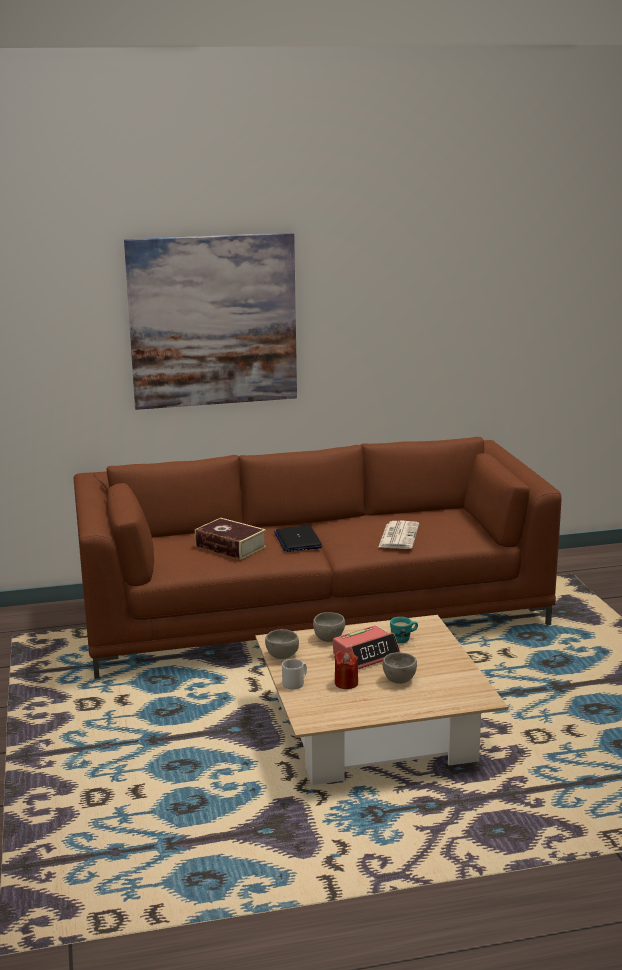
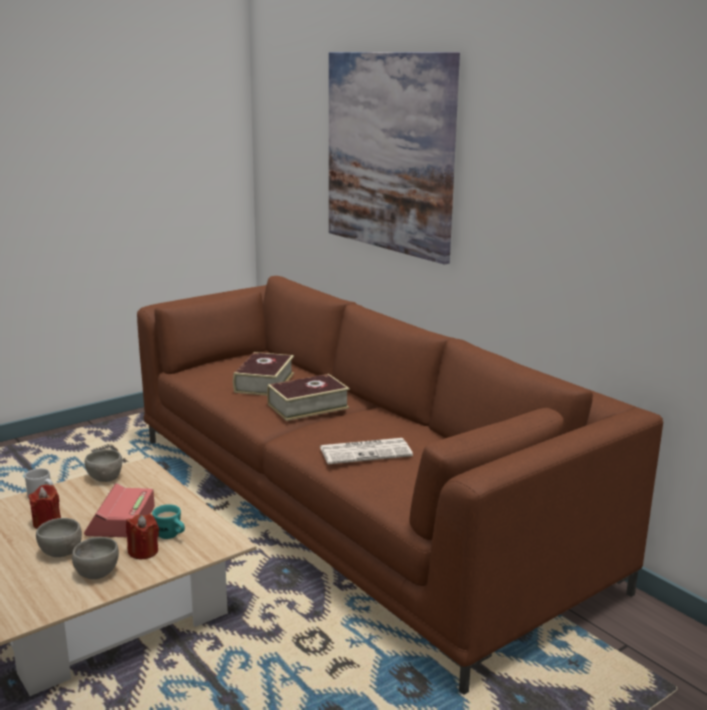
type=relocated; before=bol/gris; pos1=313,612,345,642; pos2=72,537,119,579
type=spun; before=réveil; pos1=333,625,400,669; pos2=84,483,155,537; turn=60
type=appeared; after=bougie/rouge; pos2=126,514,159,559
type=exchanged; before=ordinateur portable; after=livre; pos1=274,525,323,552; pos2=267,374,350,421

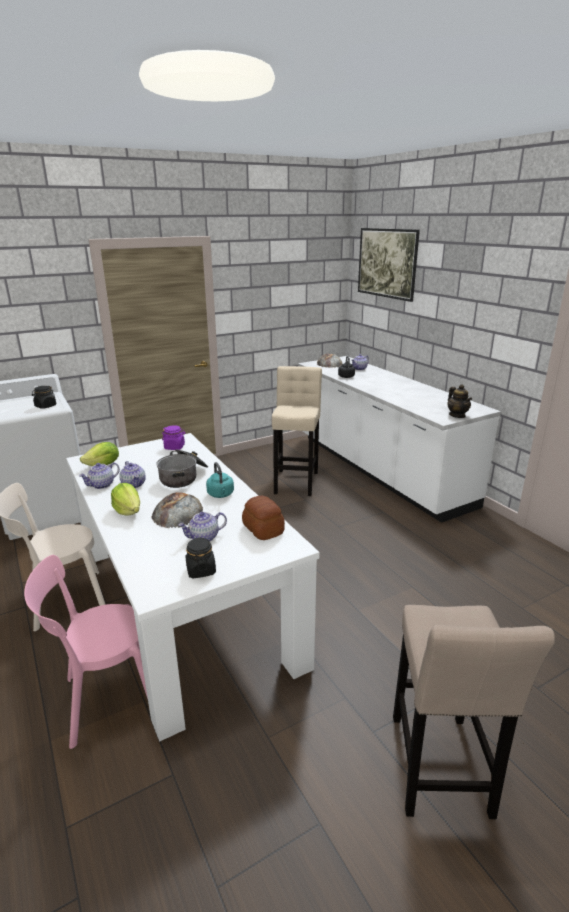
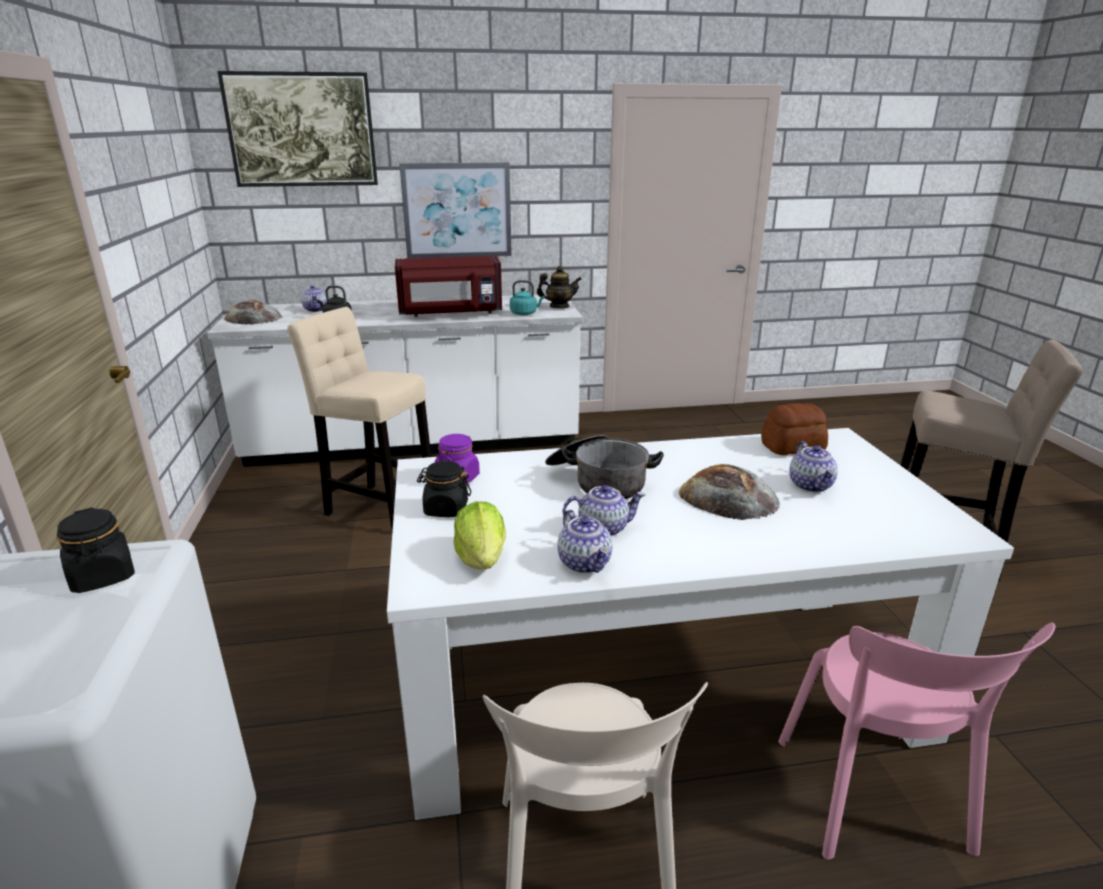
type=appeared; after=micro-ondes/rouge; pos2=395,256,502,317
type=appeared; after=tableau; pos2=399,162,512,259
type=relocated; before=bocal/noir; pos1=185,538,216,578; pos2=417,461,471,517
type=relocated; before=bouilloire/turquoise; pos1=206,462,234,498; pos2=510,280,545,315
type=missing; before=laitue; pos1=111,483,140,515

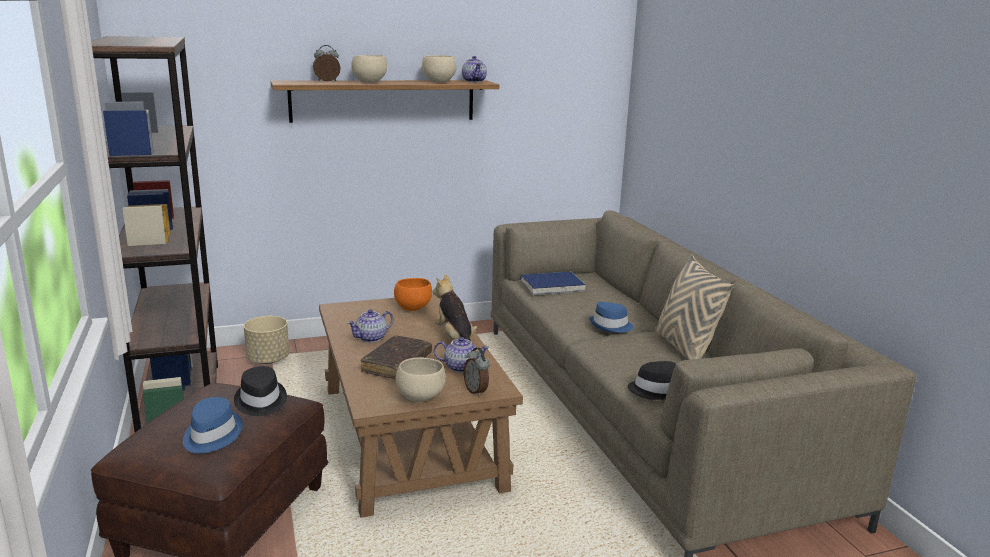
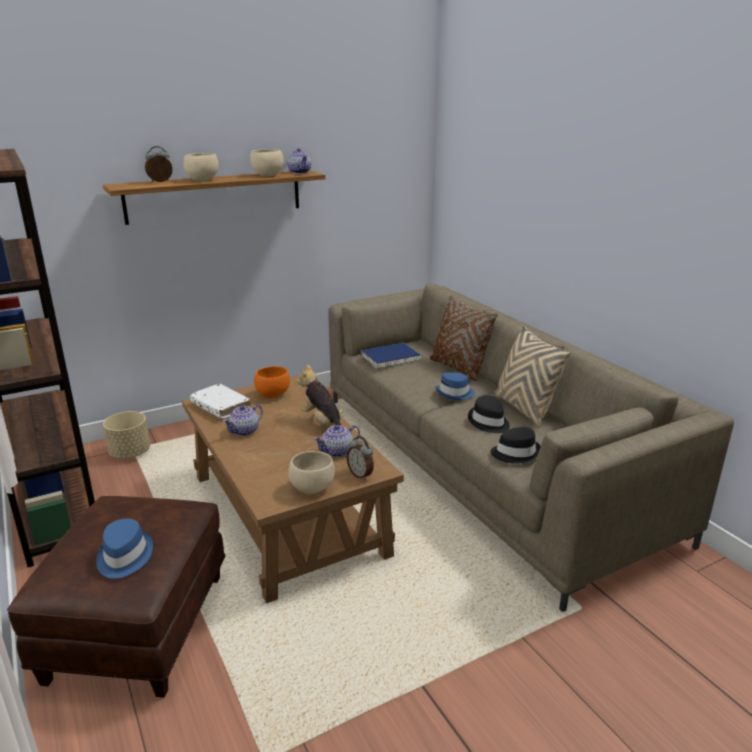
type=appeared; after=livre/blanc; pos2=190,384,251,419
type=spun; before=théière; pos1=434,337,489,373; pos2=313,425,360,457; turn=150
type=appeared; after=coussin/marron; pos2=430,295,498,381
type=relocated; before=chapeau/noir; pos1=234,366,287,416; pos2=468,395,510,433
type=missing; before=livre/marron; pos1=360,335,432,379

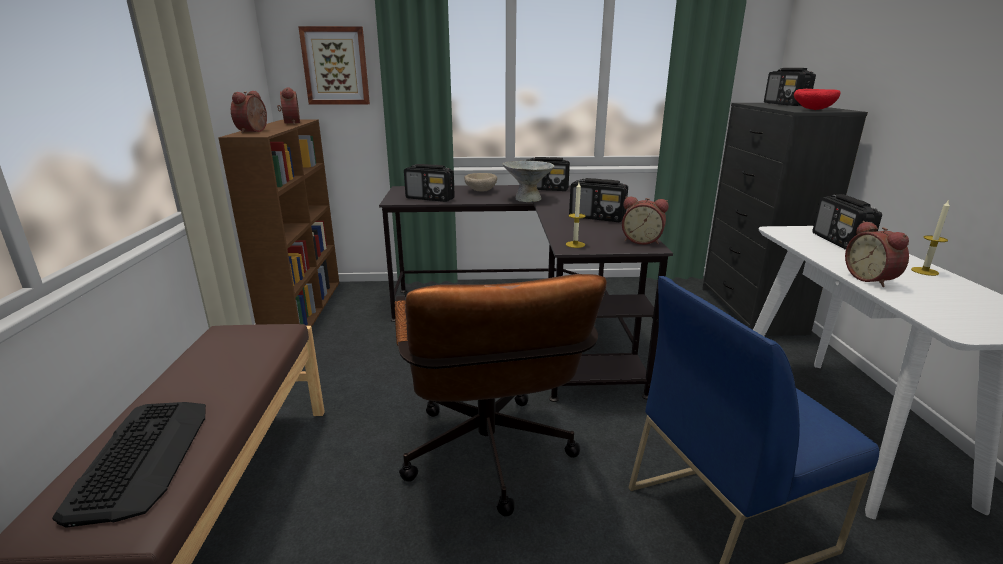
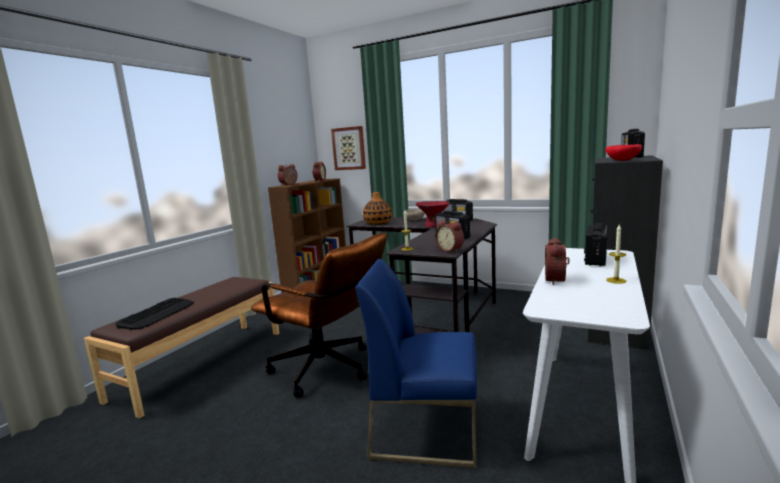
type=spun; before=chaise de bureau/marron; pos1=395,274,607,516; pos2=251,233,387,397; turn=-75
type=exchanged; before=radio; after=vase; pos1=404,164,455,202; pos2=363,192,392,225
type=colour; before=bol/gris; after=bol/rouge; pos1=503,161,554,202; pos2=415,201,450,227

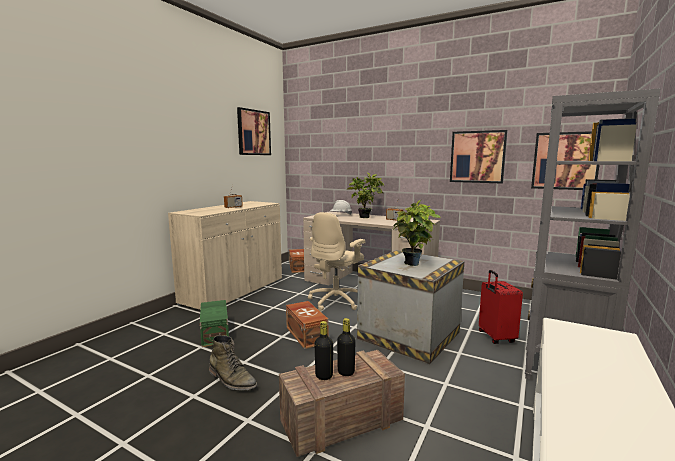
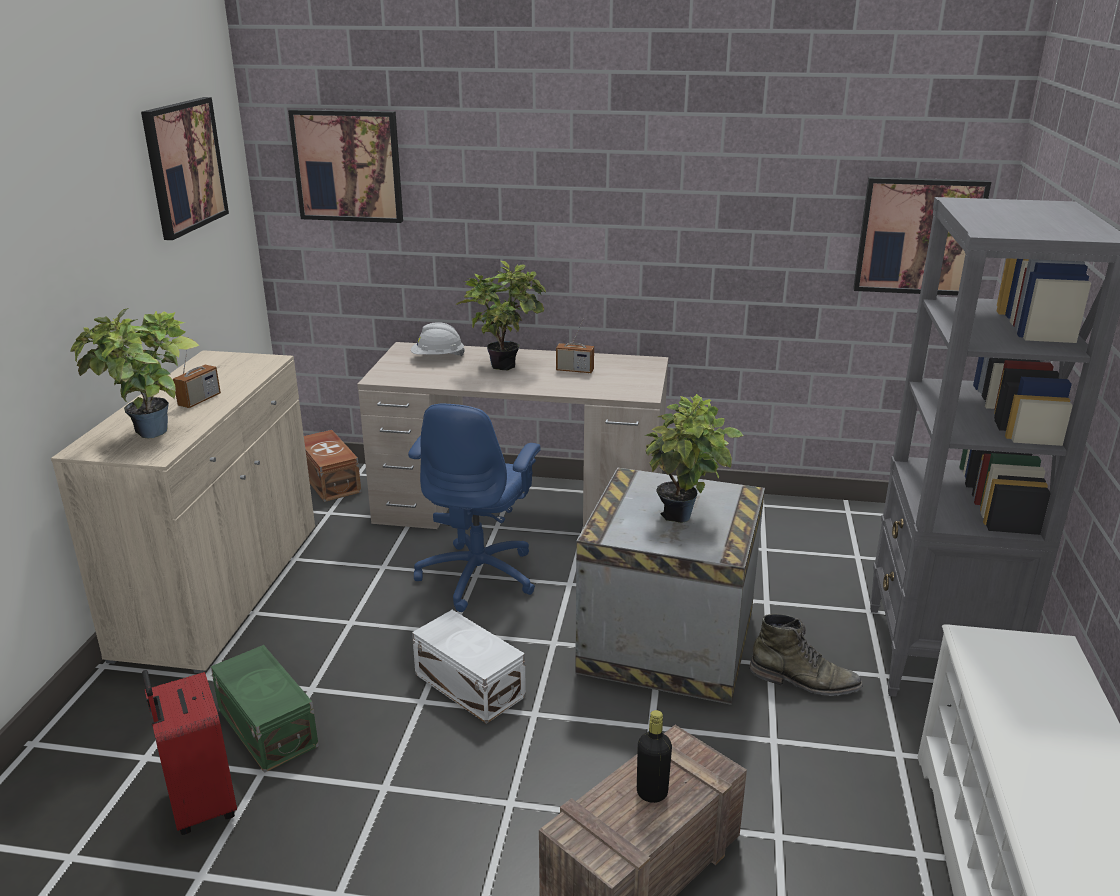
type=appeared; after=plante en pot; pos2=70,308,199,438
type=relocated; before=valise/rouge; pos1=479,270,523,344; pos2=142,670,237,835
type=relocated; before=tableau; pos1=450,130,508,184; pos2=288,109,403,223
type=colour; before=chaise de bureau/beige; after=chaise de bureau/bleu; pos1=308,212,366,311; pos2=408,404,540,612
type=colour; before=boîte de rangement/marron; after=boîte de rangement/blanc; pos1=286,301,329,349; pos2=412,610,526,724
type=relocated; before=botte/vert; pos1=209,335,257,390; pos2=749,614,863,696
type=missing; before=bouteille/noir; pos1=314,321,333,380

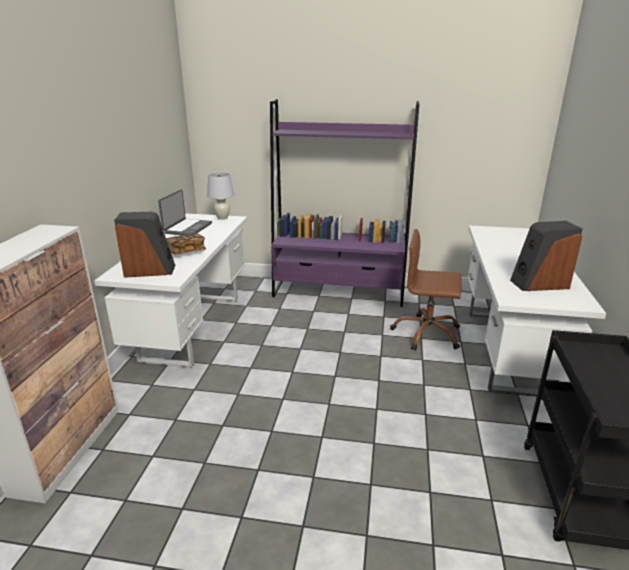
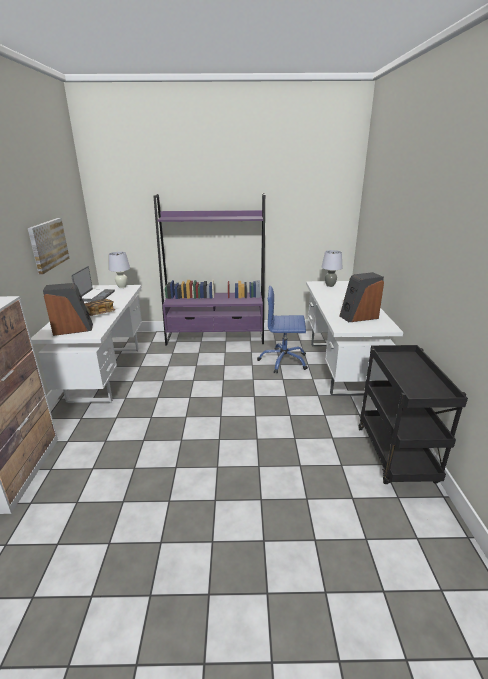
type=appeared; after=tableau; pos2=28,218,69,275
type=colour; before=chaise de bureau/marron; after=chaise de bureau/bleu; pos1=390,229,461,351; pos2=257,286,308,373
type=appeared; after=lampe de table/gris; pos2=321,250,343,287

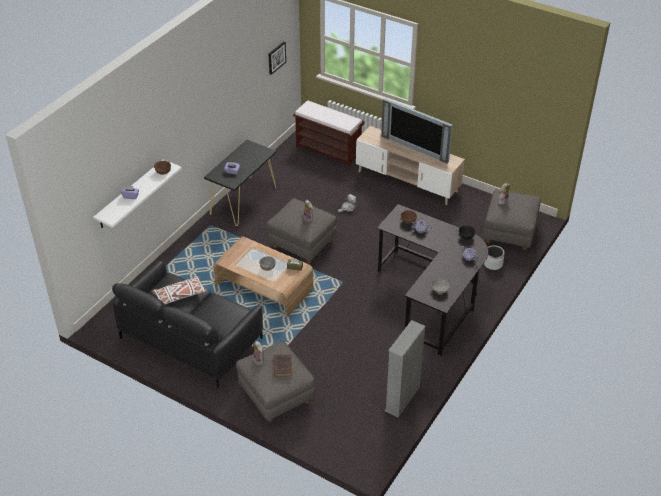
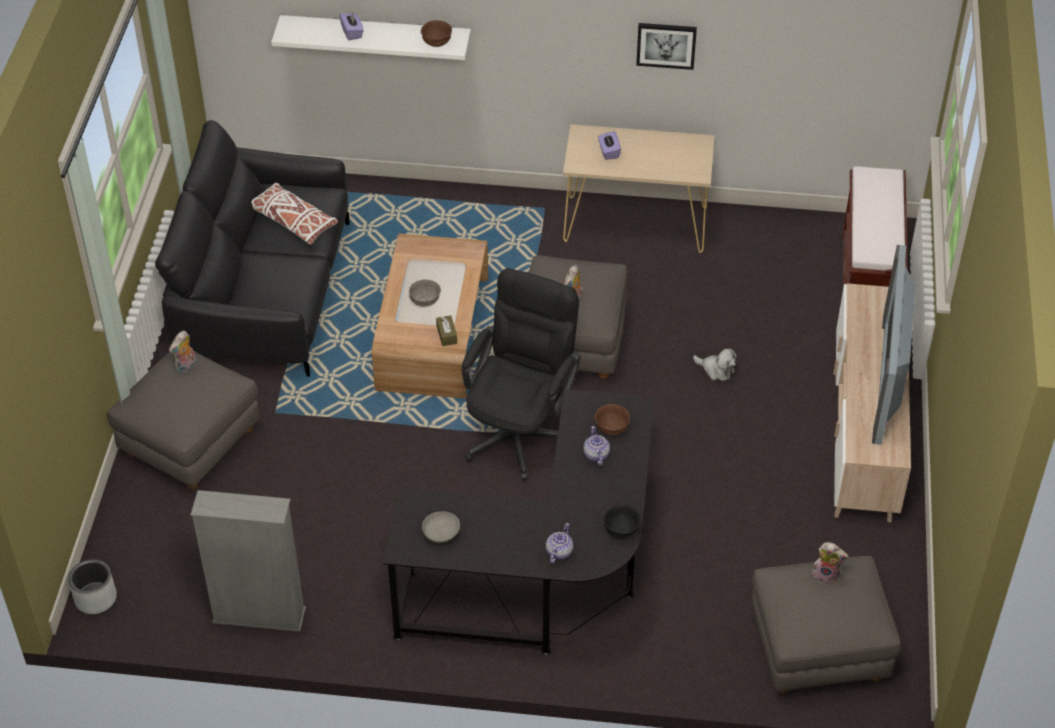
type=relocated; before=cache-pot/gris; pos1=484,245,505,270; pos2=68,560,117,614
type=appeared; after=chaise de bureau/noir; pos2=461,268,581,480
type=colour; before=table console/noir; after=table console/beige; pos1=204,140,277,226; pos2=563,124,715,253
type=relocated; before=tableau; pos1=268,42,286,75; pos2=636,23,697,70
type=missing; before=livre/marron; pos1=274,354,292,377

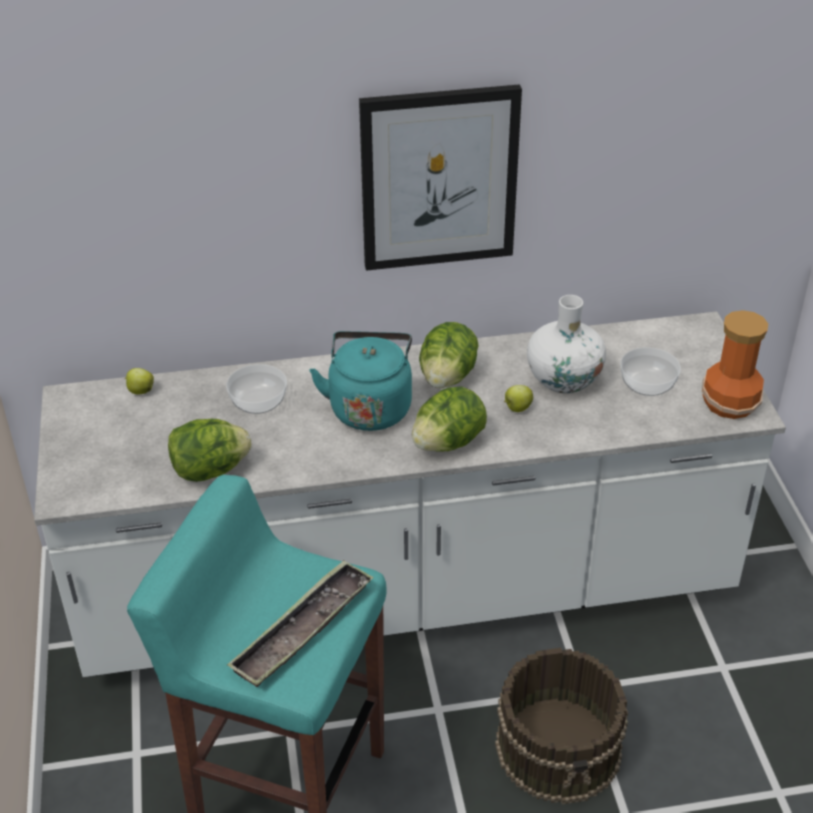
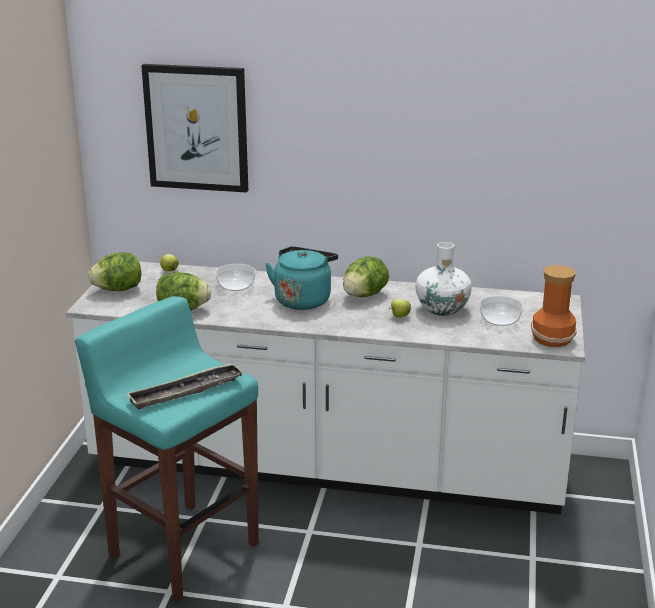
type=relocated; before=laitue; pos1=412,387,487,451; pos2=88,252,141,291
type=relocated; before=tableau; pos1=359,84,522,271; pos2=141,64,248,193
type=missing; before=seau/marron; pos1=495,648,628,804

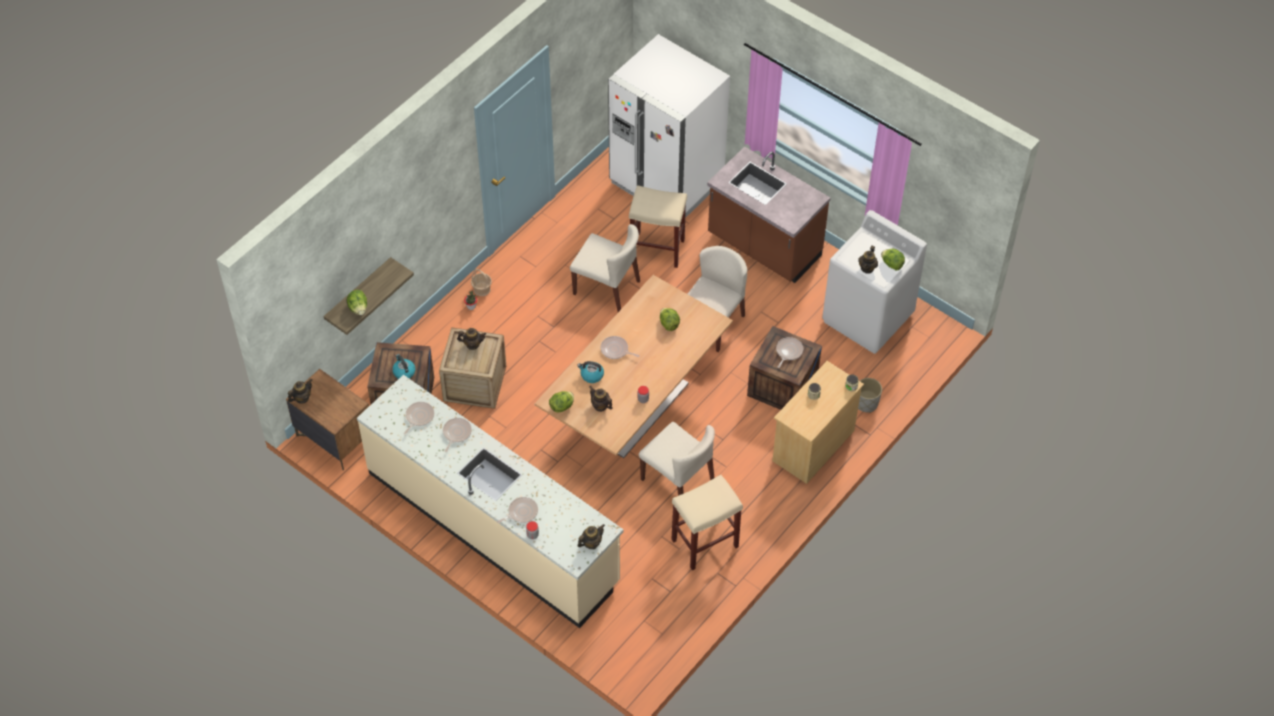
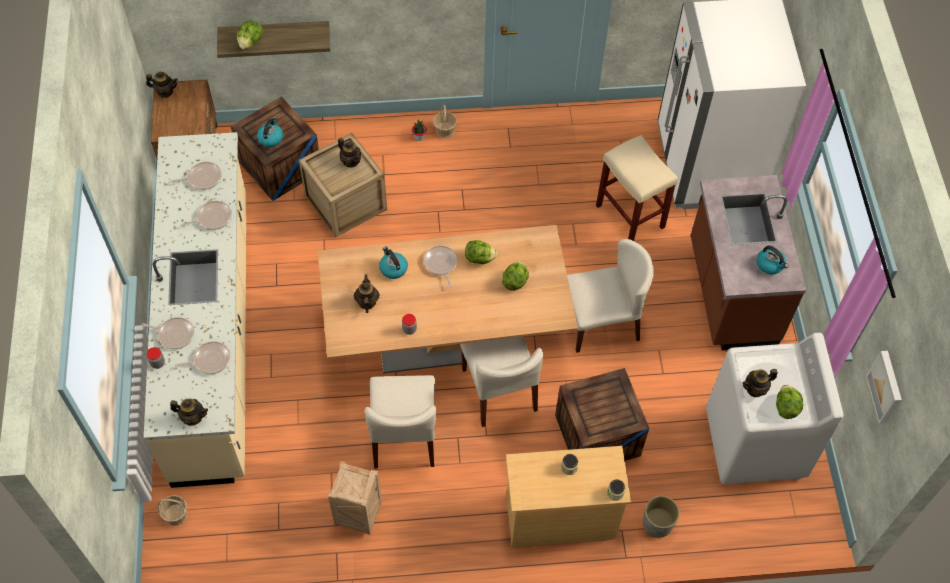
type=appeared; after=panier; pos2=158,495,188,526
type=relocated; before=poêle; pos1=776,337,803,368; pos2=175,341,230,374
type=exchanged; before=tabouret/beige; after=caisse; pos1=671,475,743,570; pos2=328,461,382,535
type=relocated; before=chaise/beige; pos1=570,224,640,312; pos2=460,337,543,427
type=relocated; before=laitue; pos1=549,391,574,412; pos2=465,240,497,264
type=appeared; after=bouilloire; pos2=757,246,789,275
type=appeared; after=tableau; pos2=866,351,902,424

